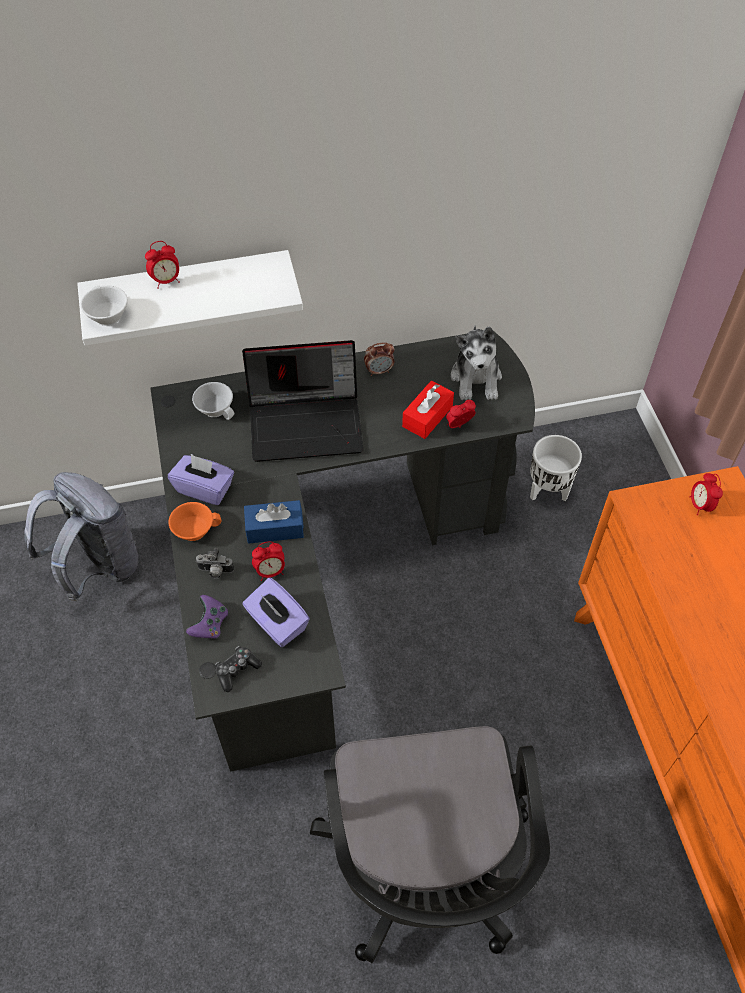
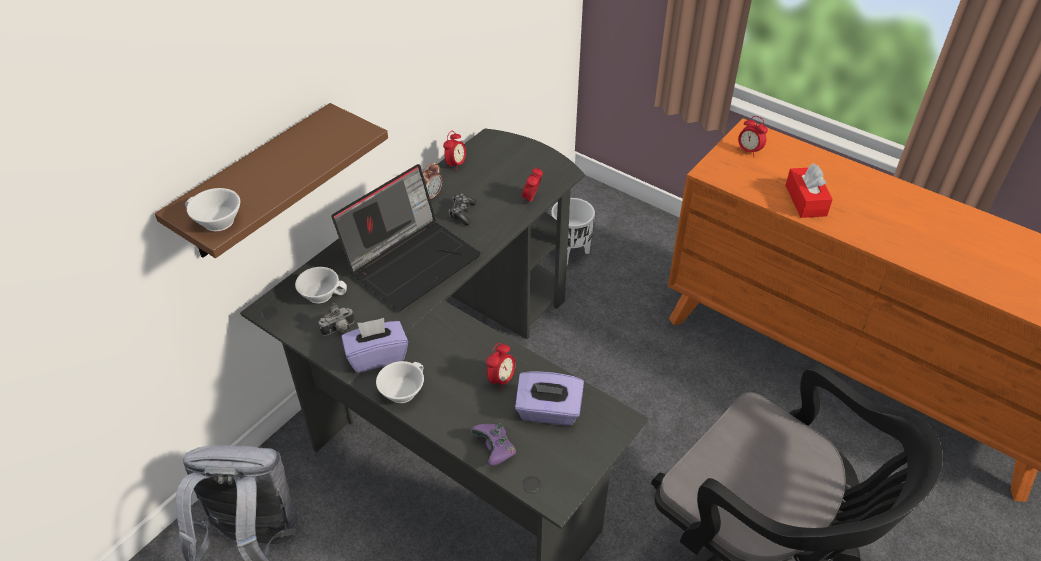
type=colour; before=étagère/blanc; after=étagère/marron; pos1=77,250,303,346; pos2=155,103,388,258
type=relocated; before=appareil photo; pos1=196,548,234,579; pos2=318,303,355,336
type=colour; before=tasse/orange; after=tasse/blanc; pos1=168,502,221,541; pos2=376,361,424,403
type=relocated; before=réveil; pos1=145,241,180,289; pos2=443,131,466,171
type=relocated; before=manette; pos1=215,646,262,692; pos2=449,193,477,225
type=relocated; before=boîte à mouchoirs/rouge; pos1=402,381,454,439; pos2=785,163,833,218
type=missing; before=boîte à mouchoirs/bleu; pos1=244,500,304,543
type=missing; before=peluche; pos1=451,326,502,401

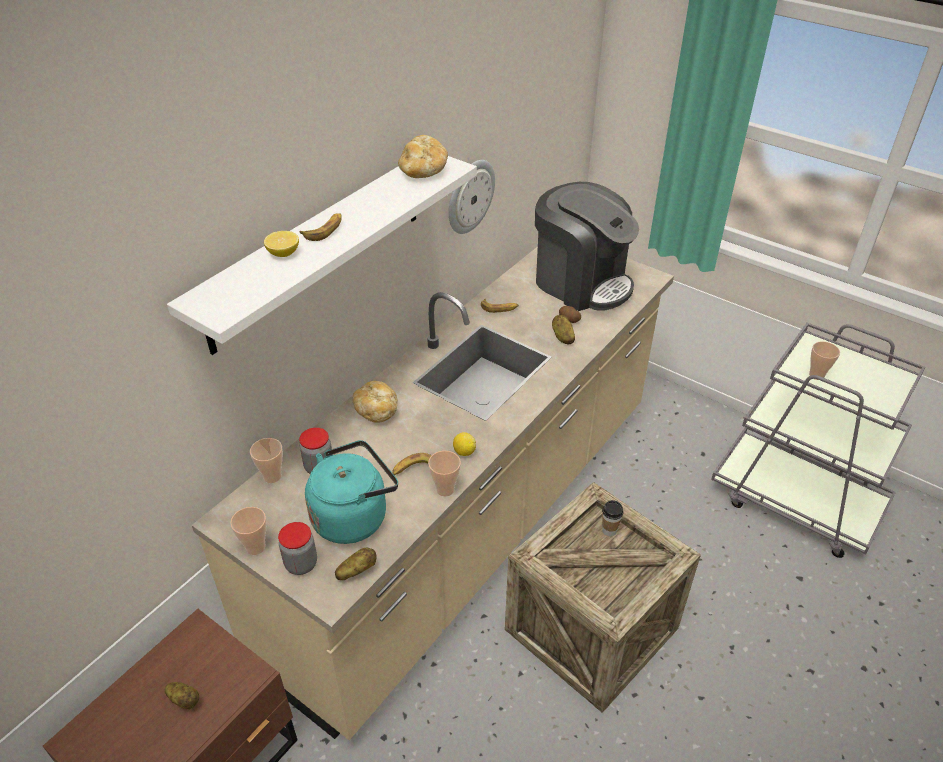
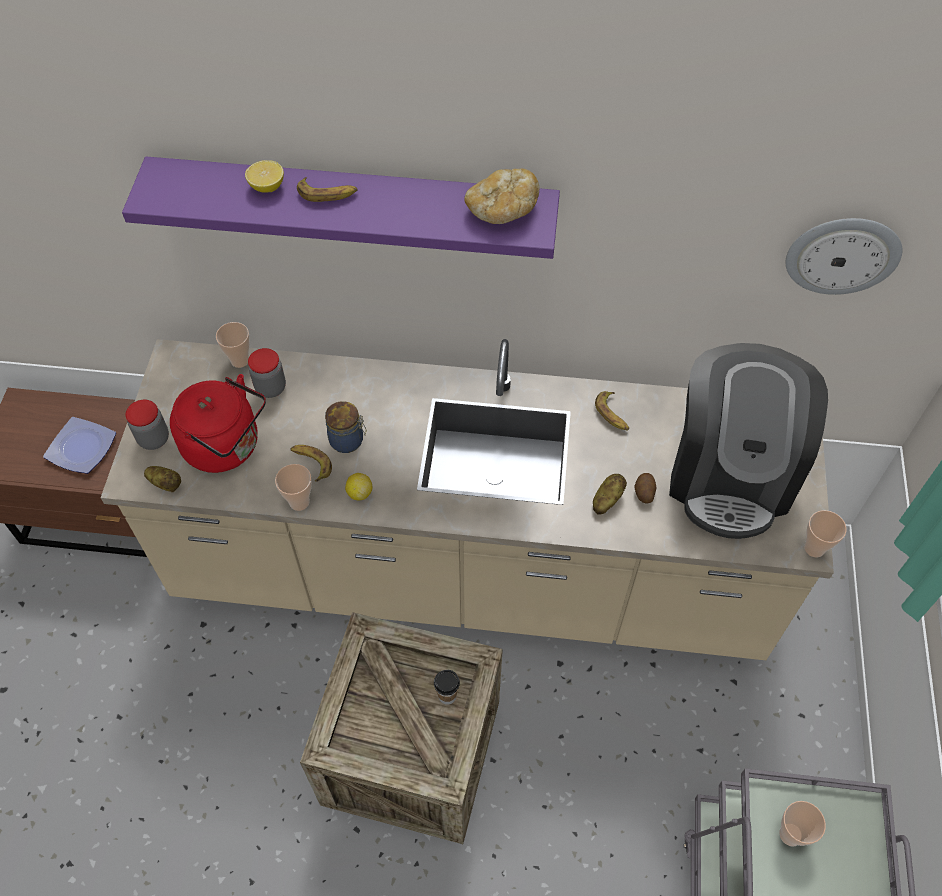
type=exchanged; before=pomme de terre; after=assiette; pos1=165,682,199,710; pos2=43,417,116,474
type=colour; before=étagère/blanc; after=étagère/violet; pos1=167,156,477,355; pos2=122,157,560,259
type=colour; before=bouilloire/turquoise; after=bouilloire/rouge; pos1=305,440,398,544; pos2=170,374,266,473
type=appeared; after=bocal; pos2=325,401,367,453
type=relocated; before=horloge murale; pos1=449,160,495,234; pos2=786,218,903,295
type=relocated; before=tasse; pos1=230,507,267,555; pos2=804,510,847,557
type=missing; before=pain; pos1=352,381,398,423

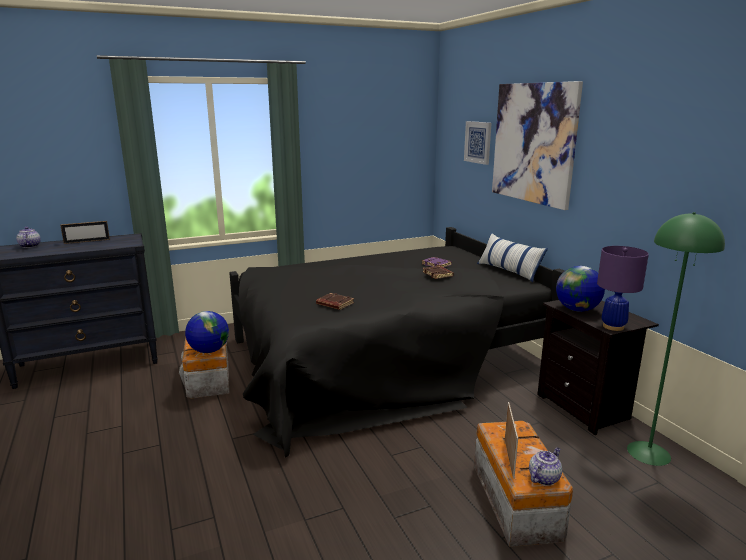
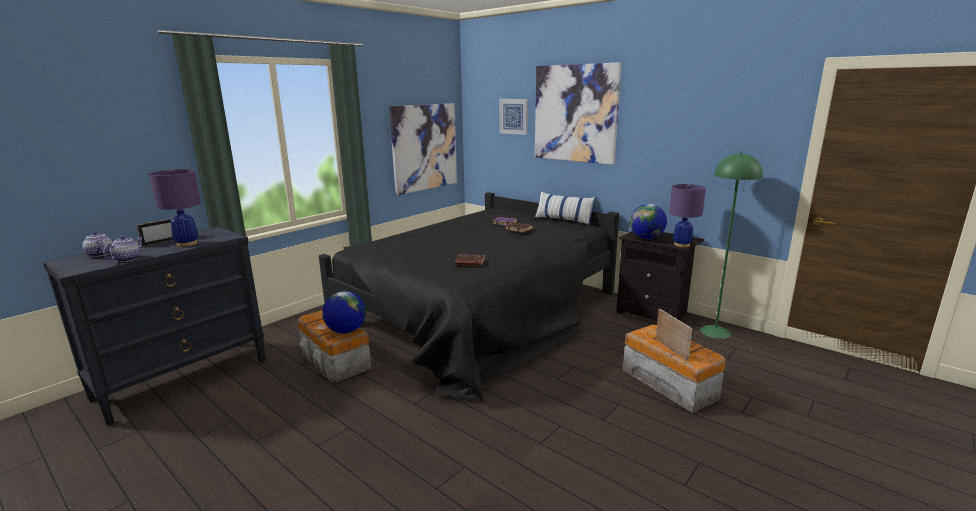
type=relocated; before=théière; pos1=529,448,562,485; pos2=103,236,143,262
type=appeared; after=lampe de table/violet; pos2=149,169,201,247
type=appeared; after=tableau; pos2=389,103,457,195

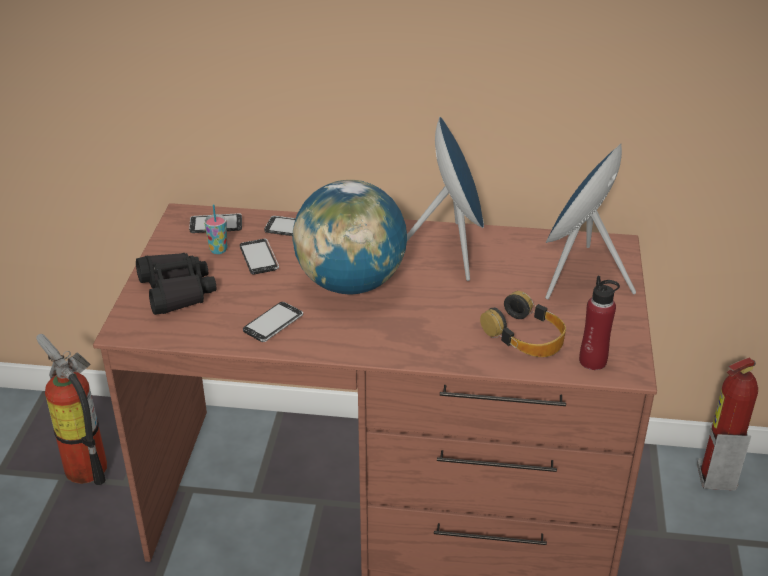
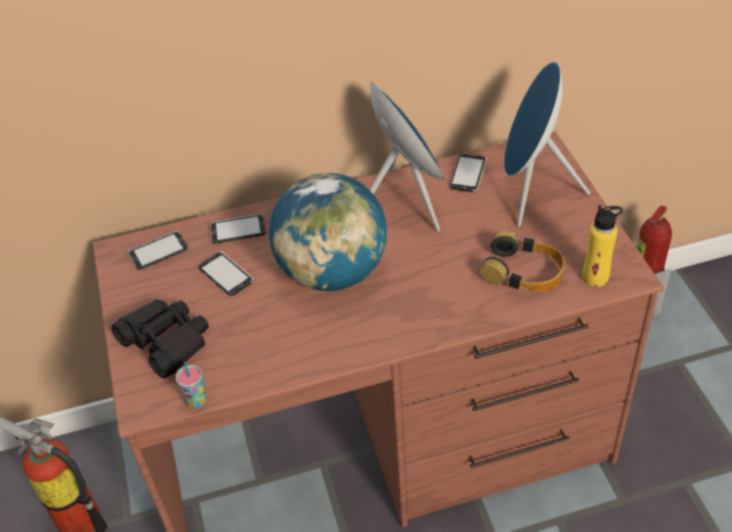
type=relocated; before=tasse; pos1=204,204,227,254; pos2=176,361,207,408
type=relocated; before=téléphone; pos1=243,302,303,342; pos2=450,154,487,192
type=colour; before=bouteille/rouge; after=bouteille/jaune; pos1=579,276,620,370; pos2=582,205,622,287

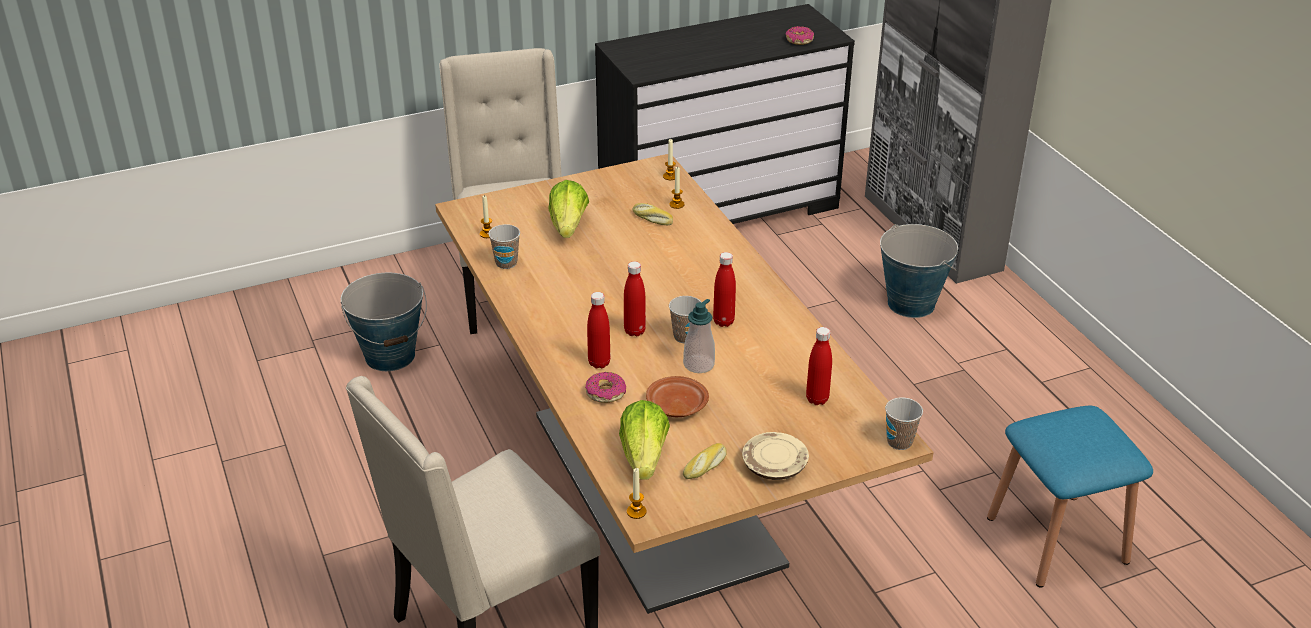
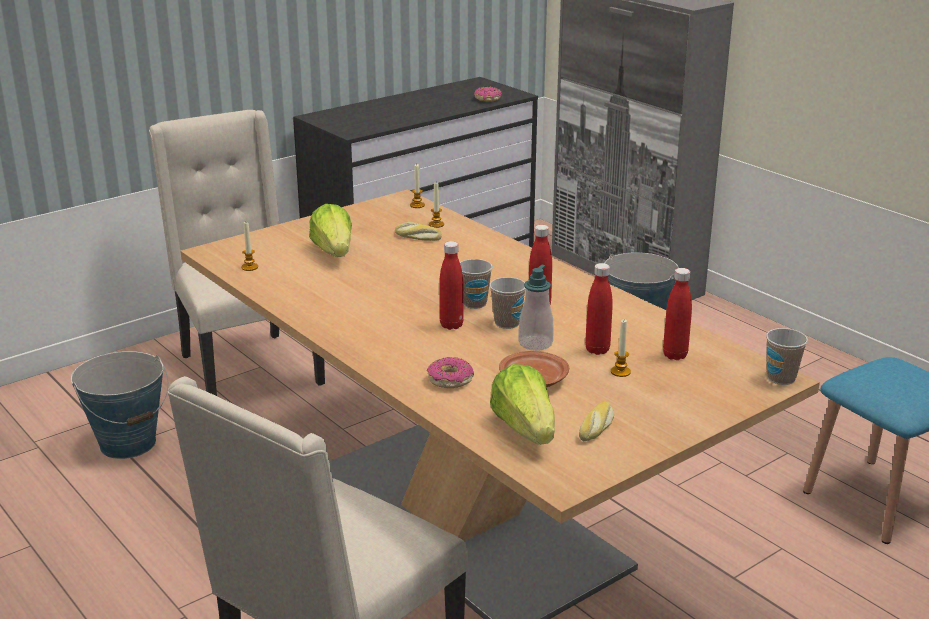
type=relocated; before=tasse; pos1=488,224,520,269; pos2=460,259,493,309
type=relocated; before=bouteille/rouge; pos1=587,292,610,368; pos2=585,263,613,355
type=relocated; before=bougie; pos1=627,468,647,519; pos2=611,319,631,377
type=missing; before=assiette/beige; pos1=742,432,809,480

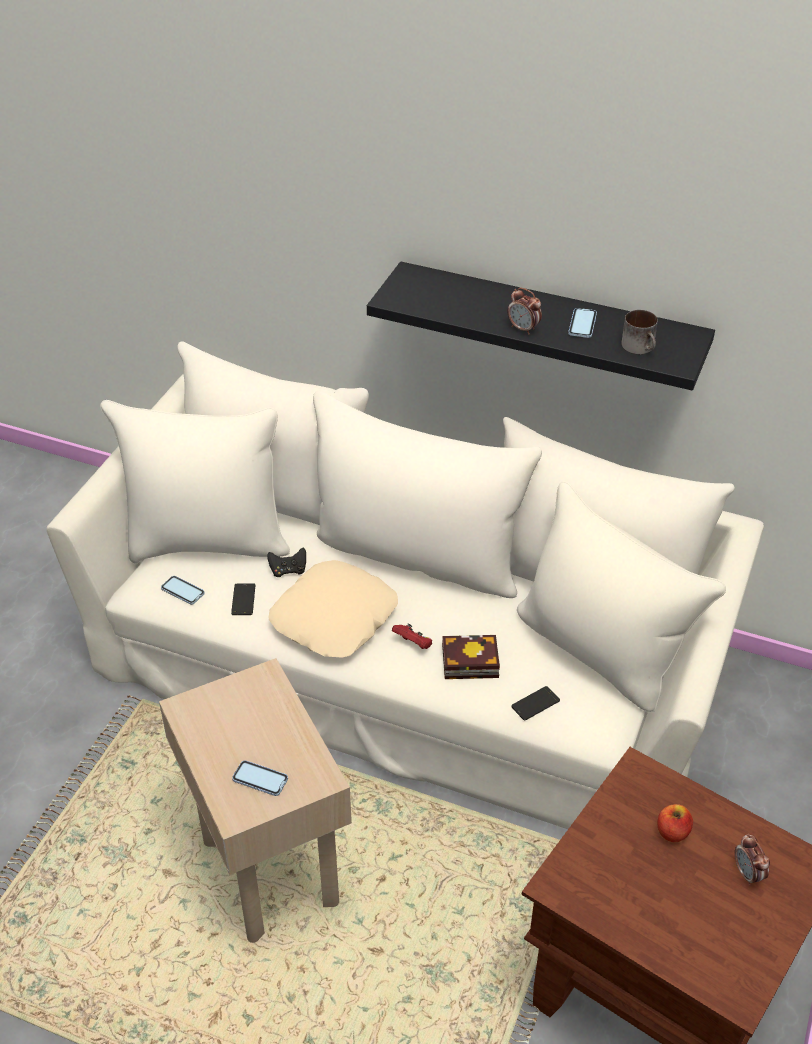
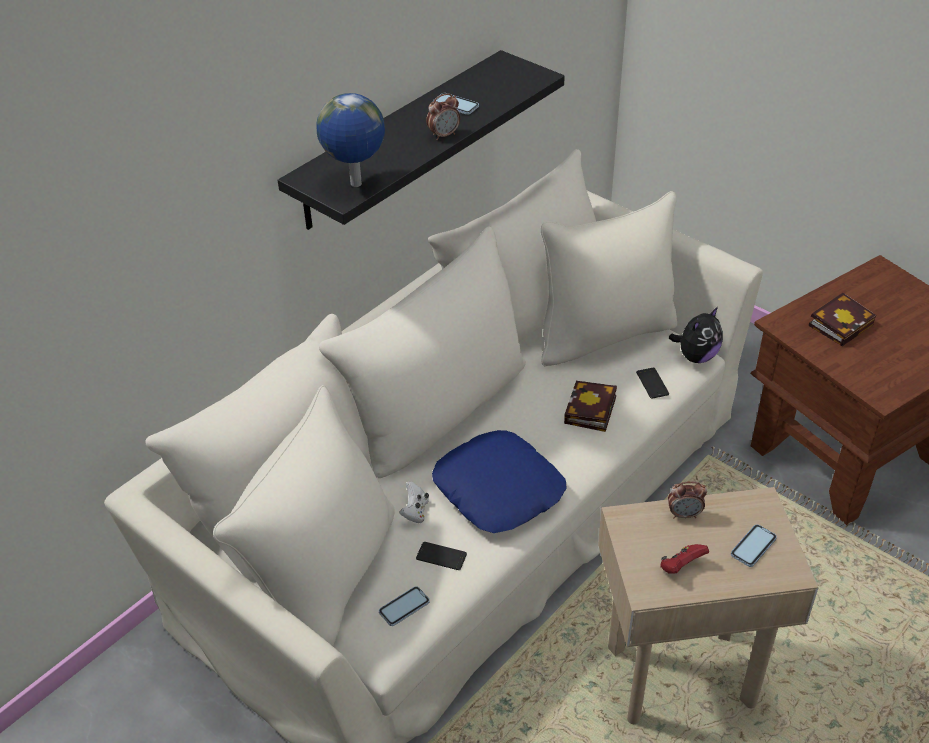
type=appeared; after=globe; pos2=317,93,385,187
type=colour; before=manette/noir; after=manette/blanc; pos1=267,548,306,577; pos2=399,481,429,523
type=colour; before=coussin/beige; after=coussin/bleu; pos1=269,560,398,658; pos2=432,430,567,533
type=relocated; before=manette/rouge; pos1=392,624,432,649; pos2=660,544,709,574
type=relocated; before=réveil; pos1=735,834,770,886; pos2=668,481,707,518
type=appeared; after=peluche; pos2=669,307,723,363
type=exchanged; before=pomme; after=livre; pos1=657,804,693,842; pos2=809,293,876,346
type=missing; before=mug; pos1=621,310,658,354

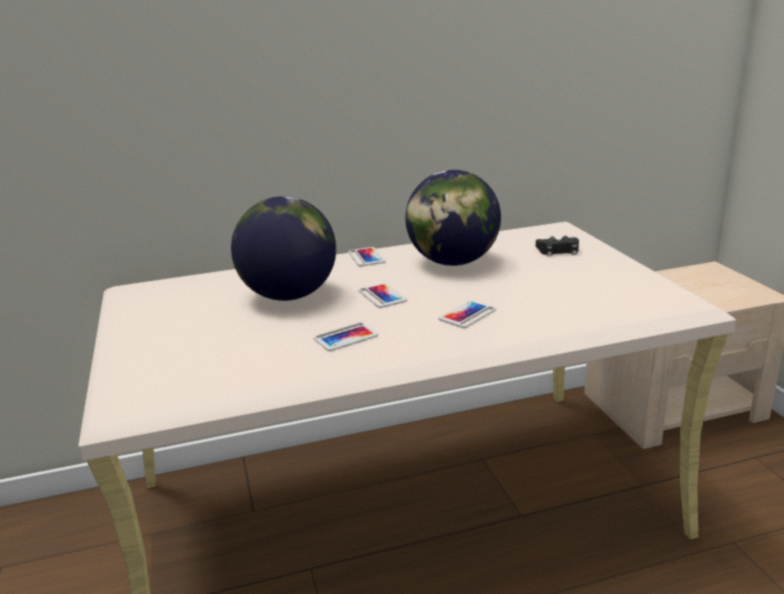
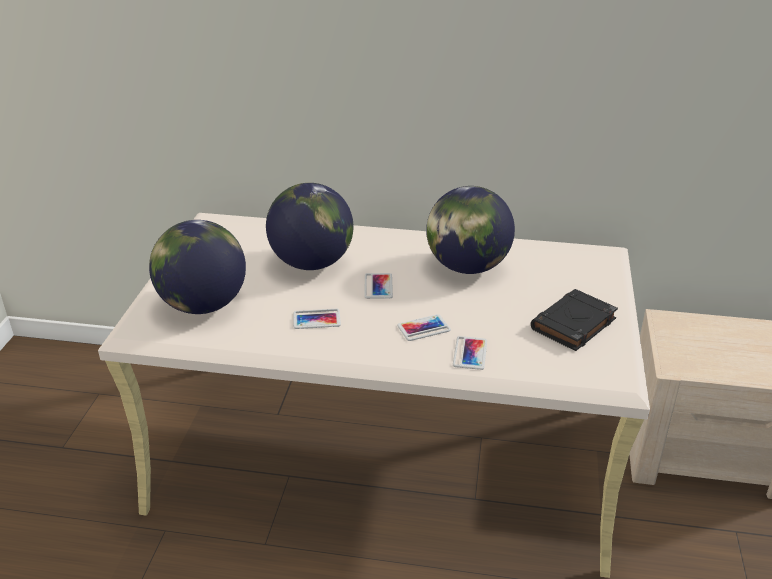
type=appeared; after=globe; pos2=149,220,246,314
type=relocated; before=téléphone; pos1=348,247,386,266; pos2=453,336,487,370
type=appeared; after=livre/noir; pos2=531,289,618,351
type=missing; before=manette/noir; pos1=536,236,579,256

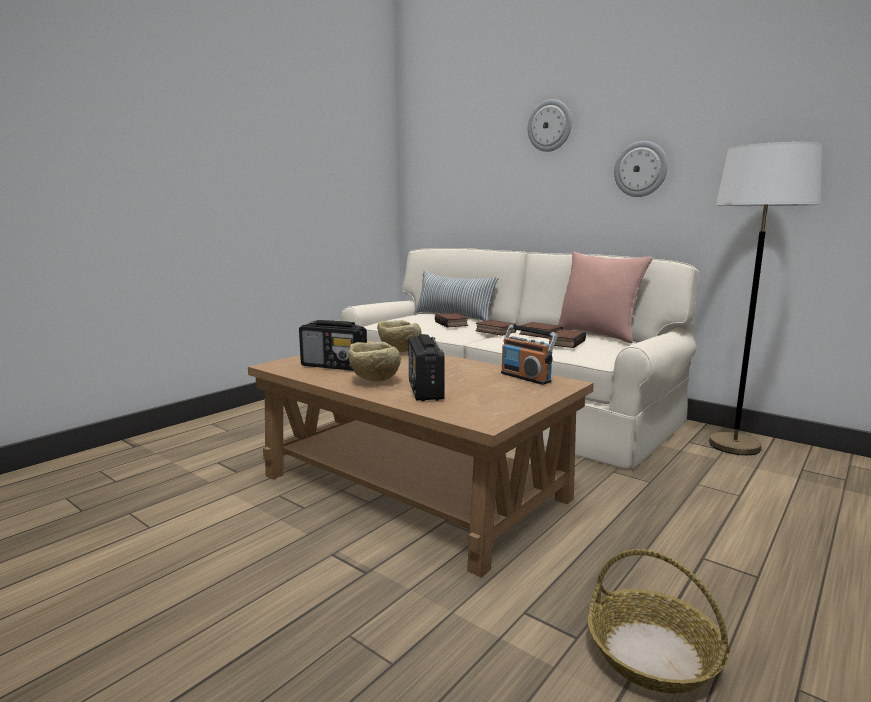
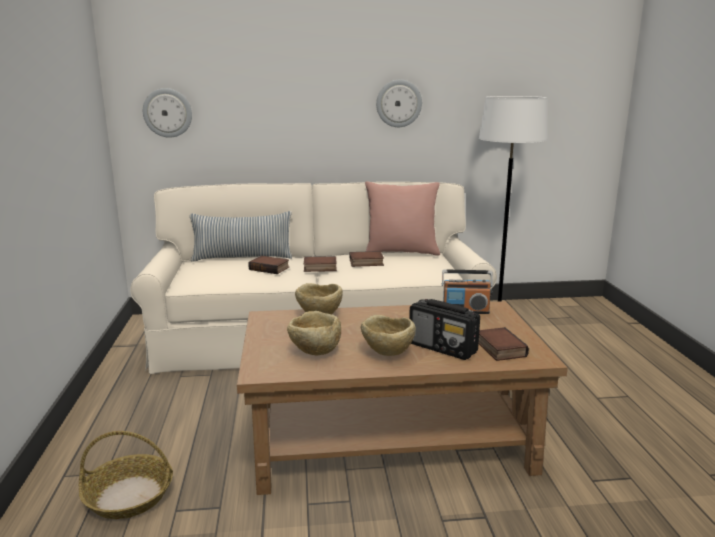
type=relocated; before=panier; pos1=588,549,730,694; pos2=79,431,173,519
type=relocated; before=horloge murale; pos1=528,99,572,152; pos2=143,88,192,138
type=exchanged; before=radio; after=bol/beige; pos1=299,320,367,371; pos2=287,311,341,356
type=relocated; before=livre; pos1=548,329,586,348; pos2=478,327,529,361

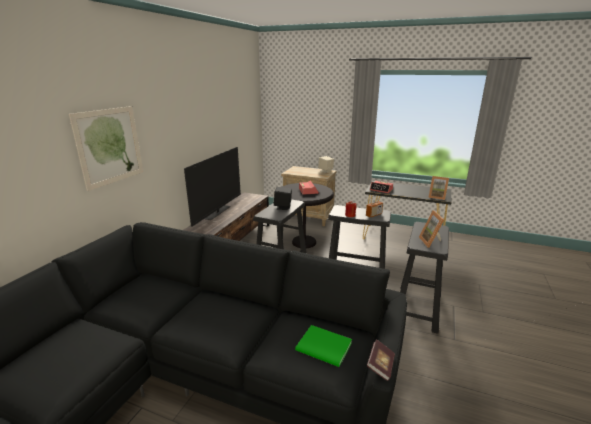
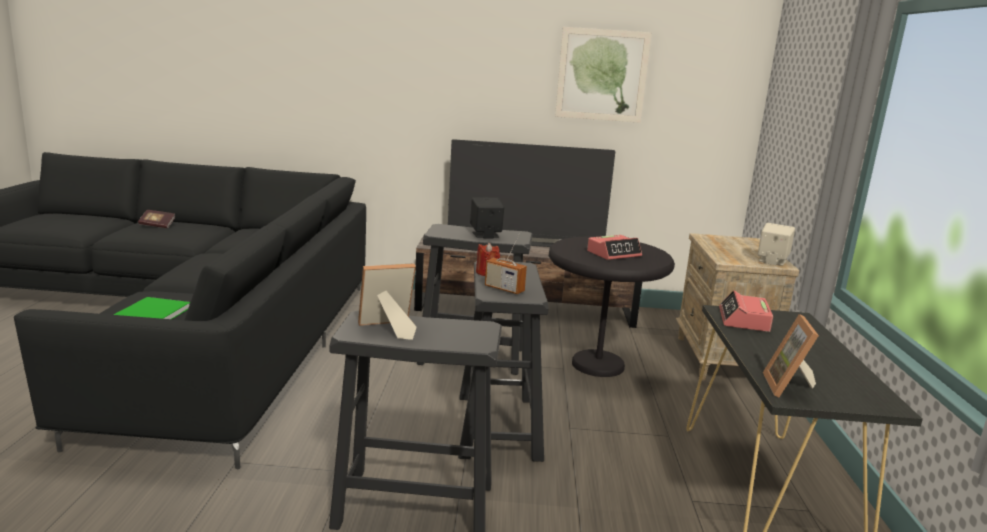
type=relocated; before=livre; pos1=367,339,395,381; pos2=138,210,176,228
type=relocated; before=tableau; pos1=69,106,143,191; pos2=555,27,652,123

